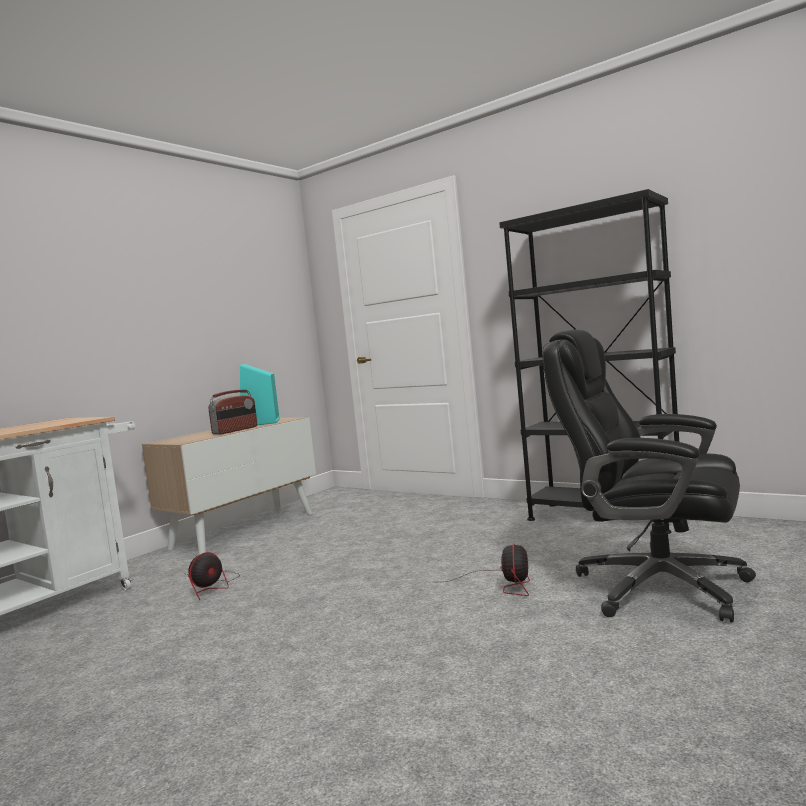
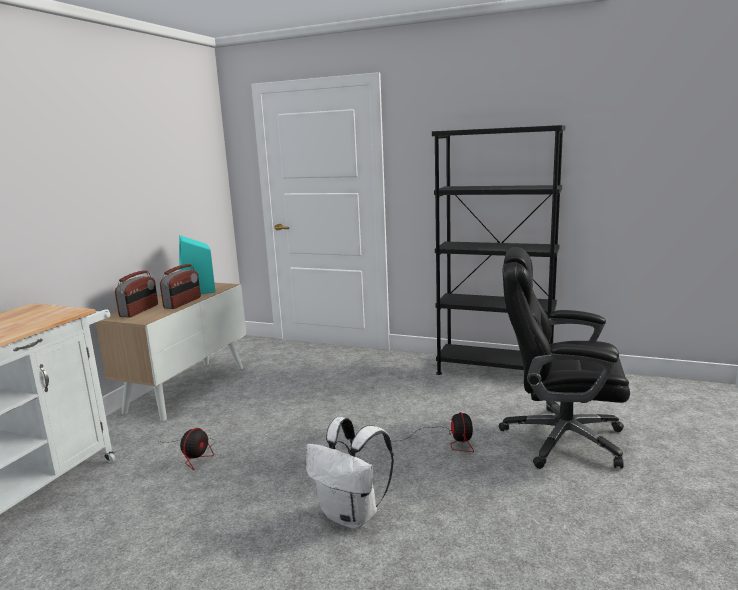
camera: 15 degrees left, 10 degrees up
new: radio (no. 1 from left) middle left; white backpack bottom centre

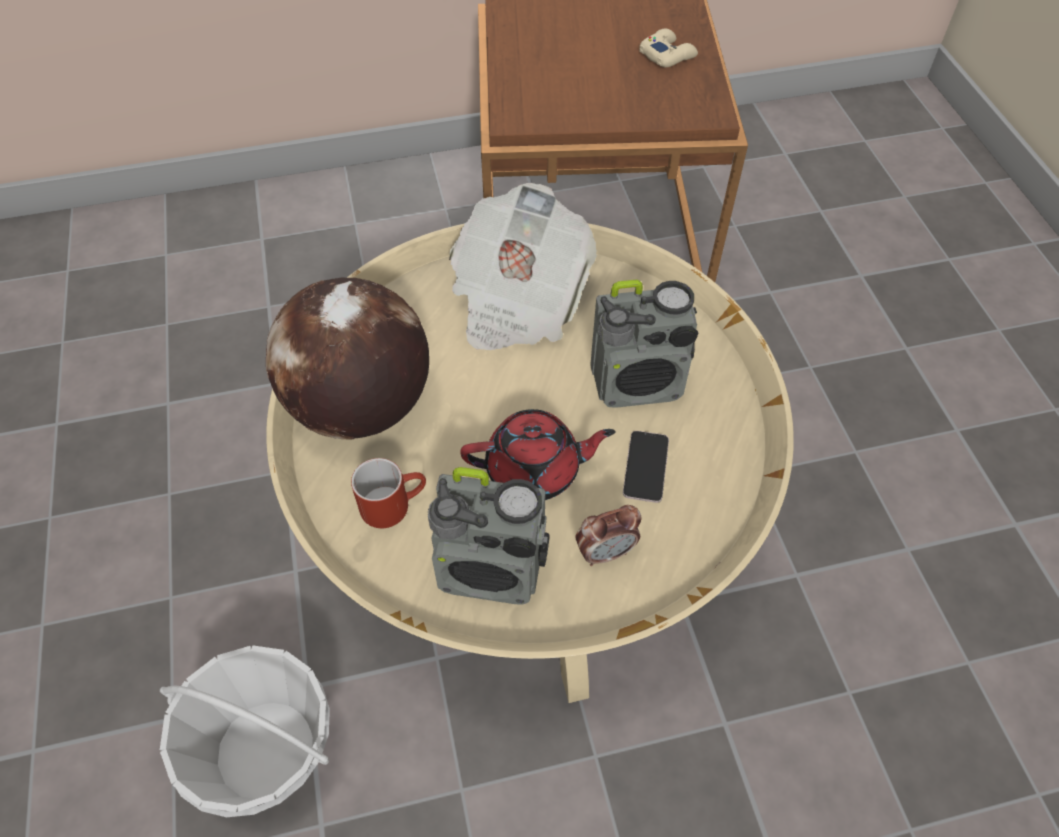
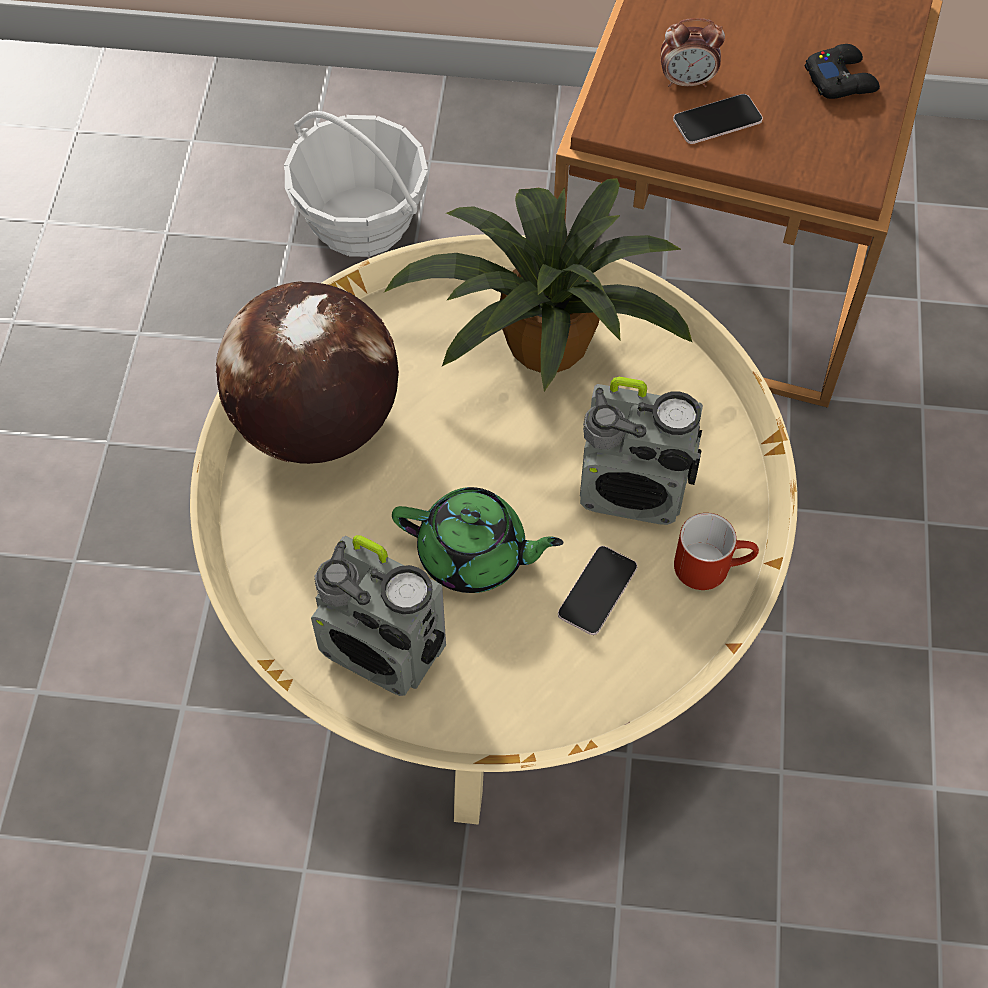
camera: 20 degrees right, 5 degrees up
new: handset (no. 2 from left) top right
shifted: basket bottom left to top centre; red tea mug centre to middle right; alarm clock centre to top right
swapped: newspaper top centre to potted plant top centre
repainted: red pot for tea centre to greenish pot for tea centre; sand-coloured game controller top centre to blackish game controller top right

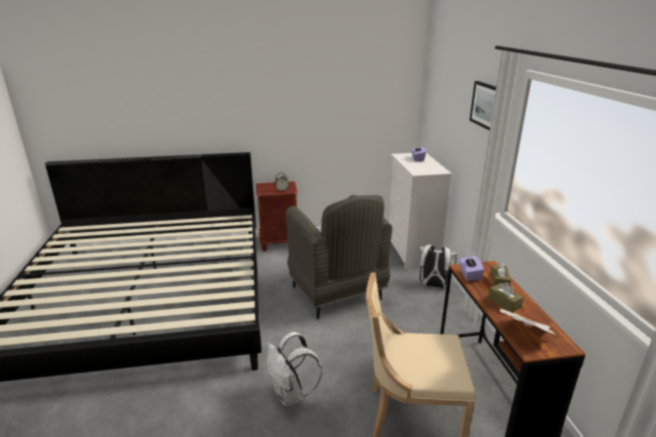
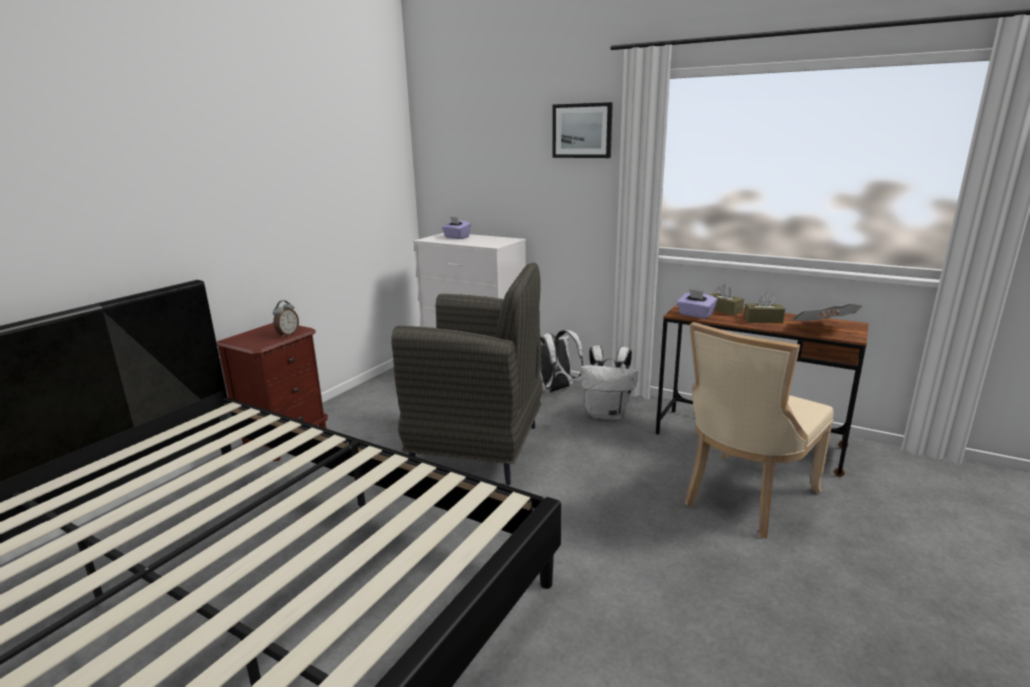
camera: 50 degrees left, 5 degrees down
shifted: white backpack (no. 1 from left in the first image) bottom centre to white backpack (no. 2 from left) centre

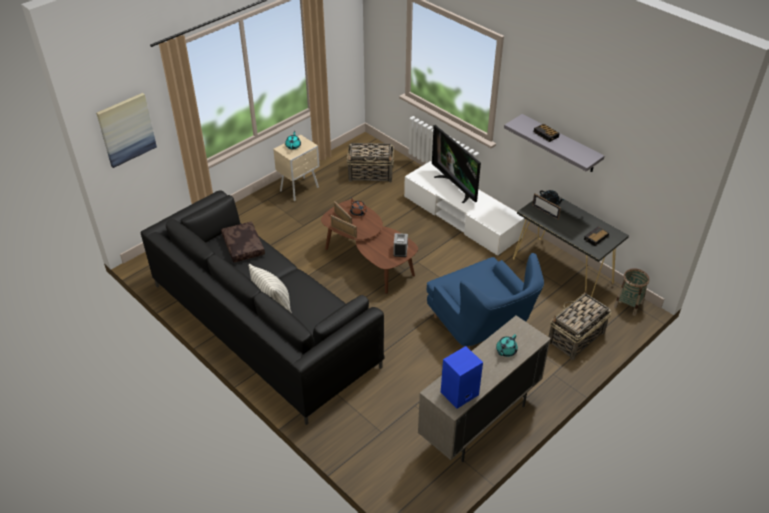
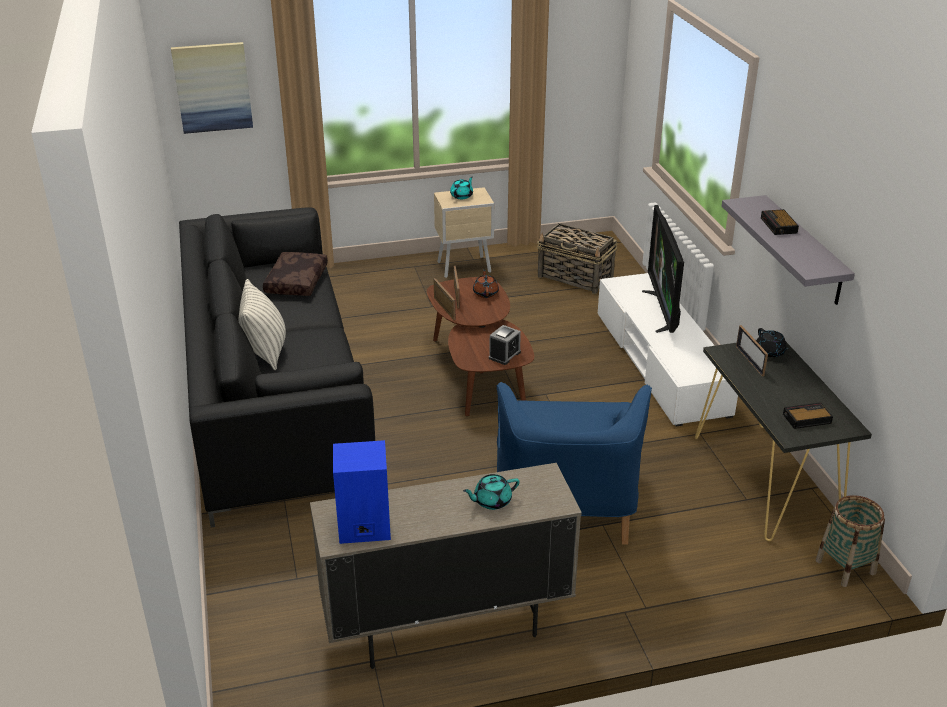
camera: 30 degrees right, 10 degrees down
gone: basket (no. 2 from left) middle right

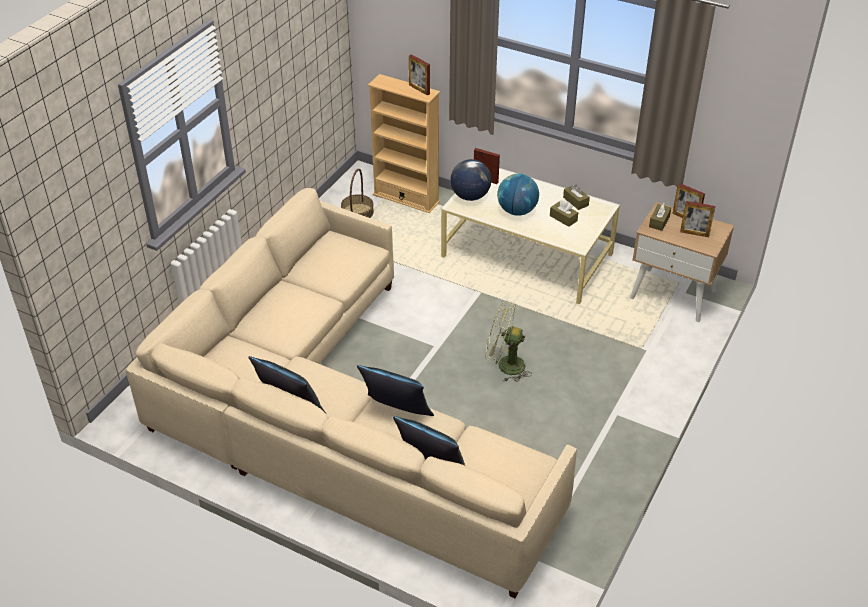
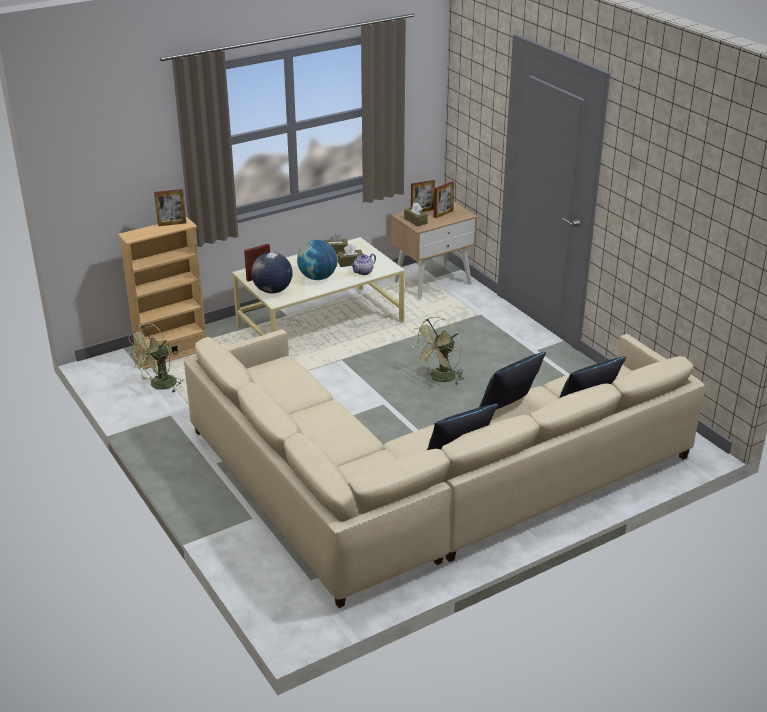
camera: 60 degrees left, 10 degrees down
new: pot for tea centre
swapped: basket top centre to greenish fan (no. 1 from left) middle left

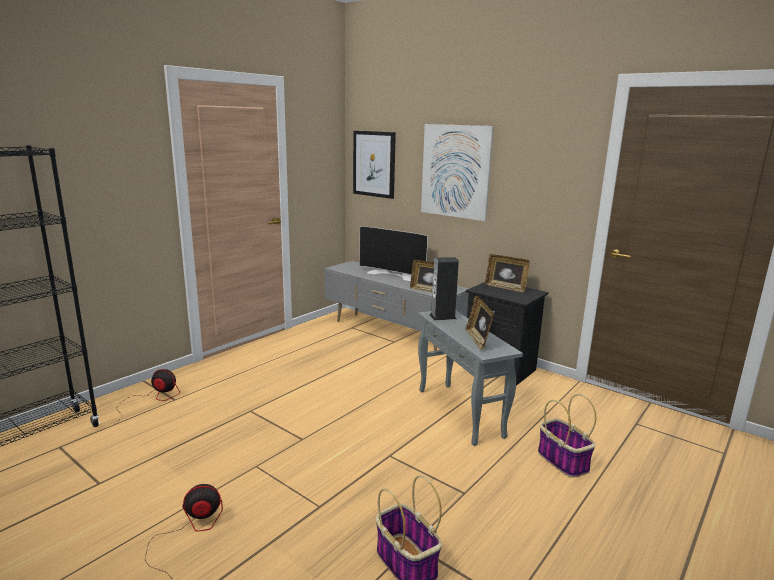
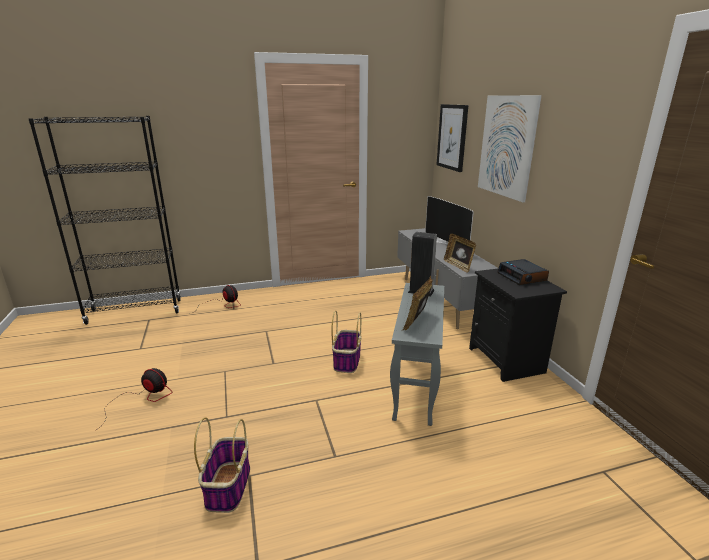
camera: 35 degrees right, 5 degrees up
shifted: basket (no. 2 from left) bottom right to centre
swapped: standing frame (no. 3 from left) centre to alarm clock middle right

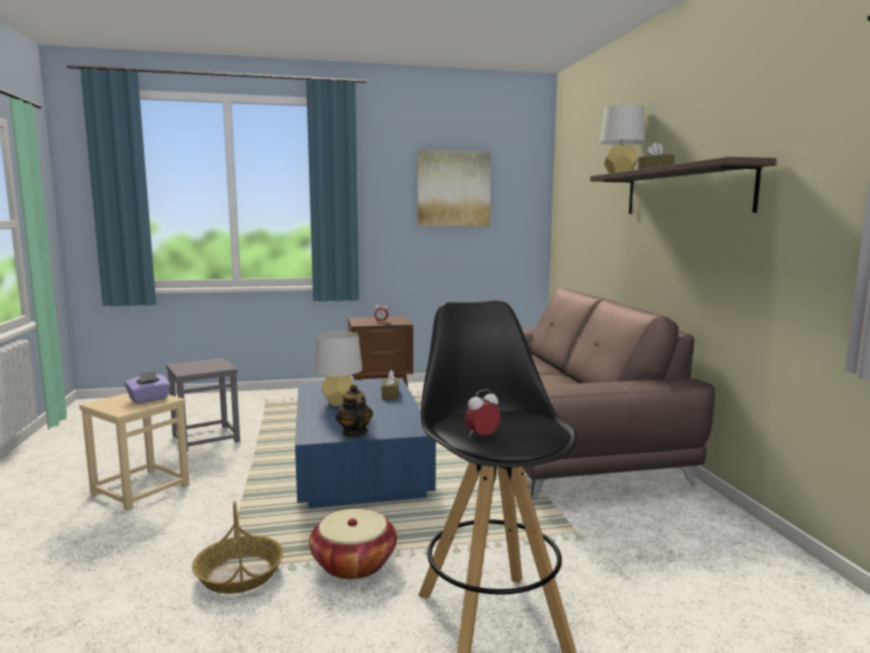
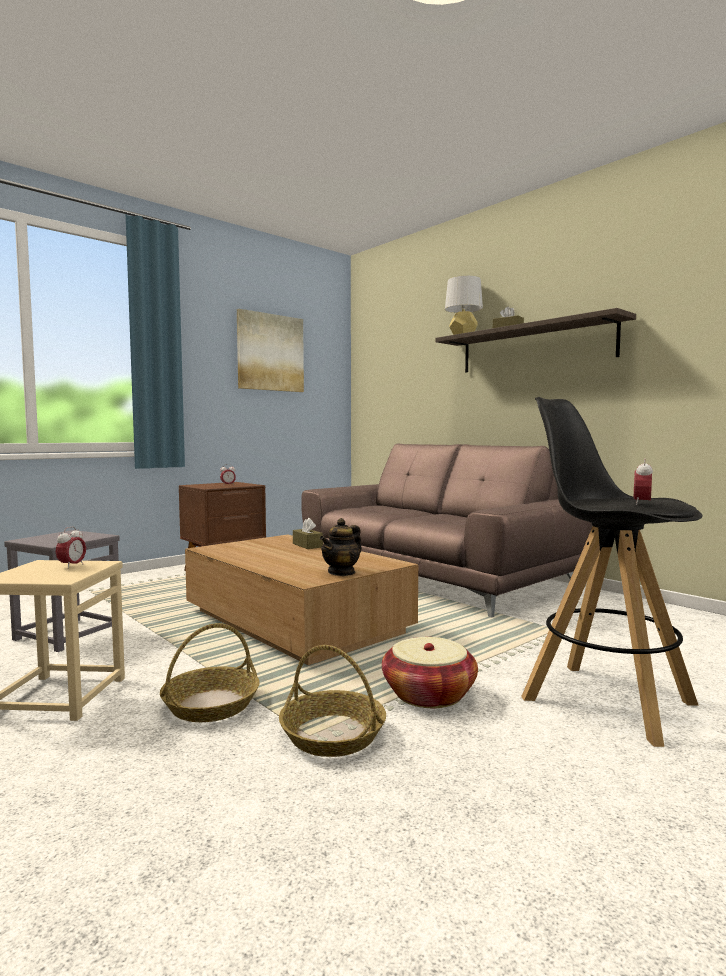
camera: 30 degrees left, 5 degrees down
gone: gray lamp for a table (no. 1 from left) centre
new: basket (no. 1 from left) bottom left
swapped: purple tissue holder middle left to alarm clock (no. 1 from left) middle left
repainted: bluish lounge table bottom centre to brown lounge table centre
rotated: pot for tea centre = centre 90 degrees counterclockwise

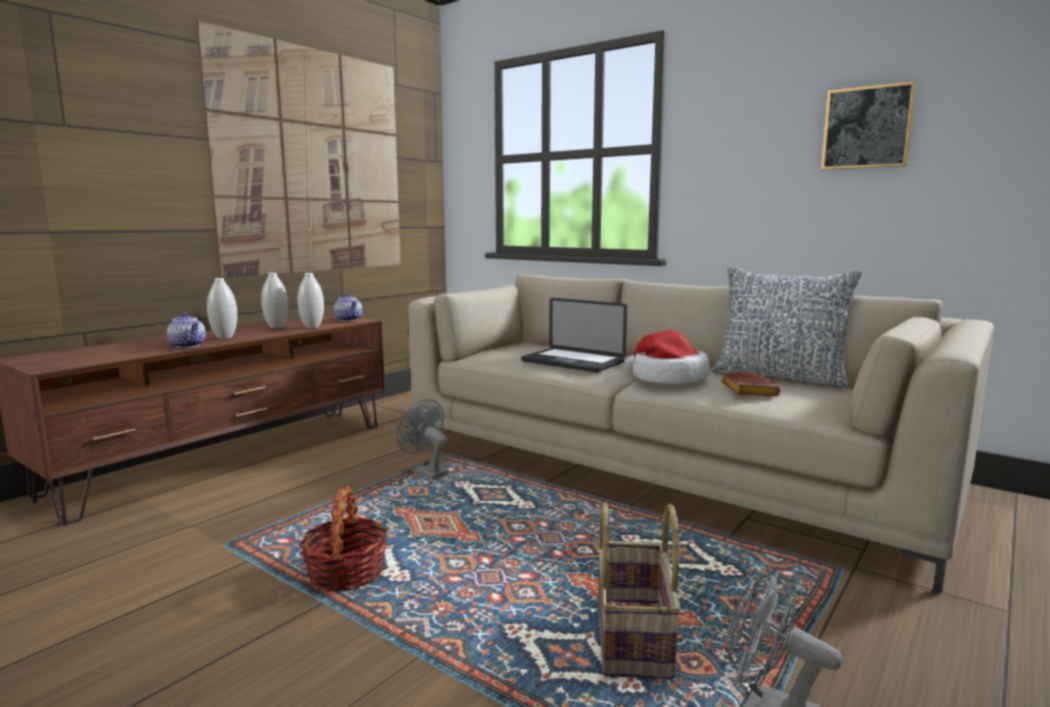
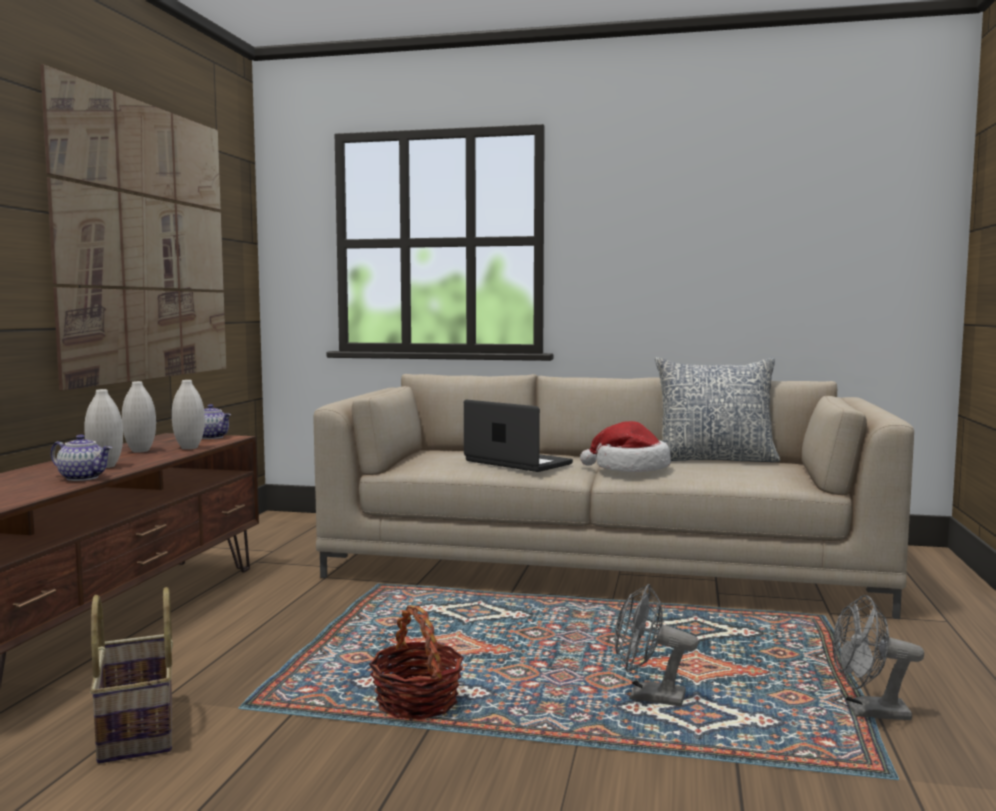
camera: 25 degrees left, 5 degrees down
gone: brown volume middle right; picture (no. 2 from left) top right
shifted: gray fan (no. 1 from left) centre to bottom centre; basket (no. 2 from left in the first image) bottom centre to basket (no. 1 from left) bottom left
rotated: laptop centre = centre 150 degrees counterclockwise

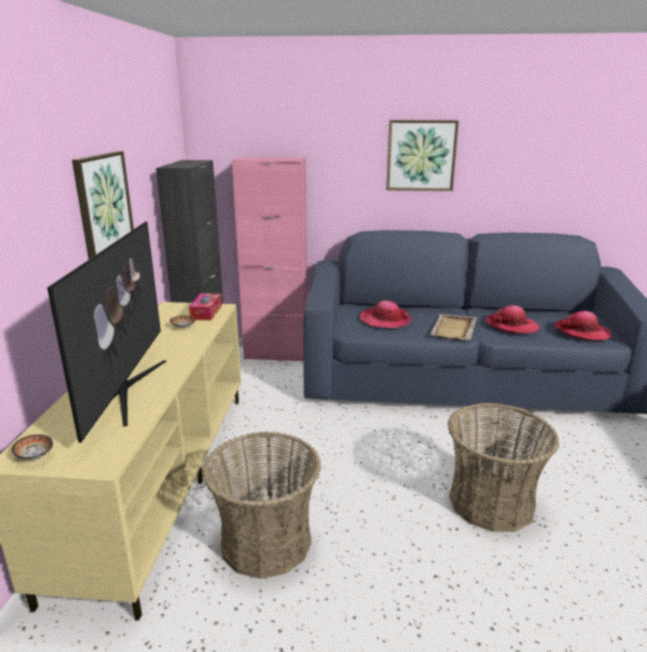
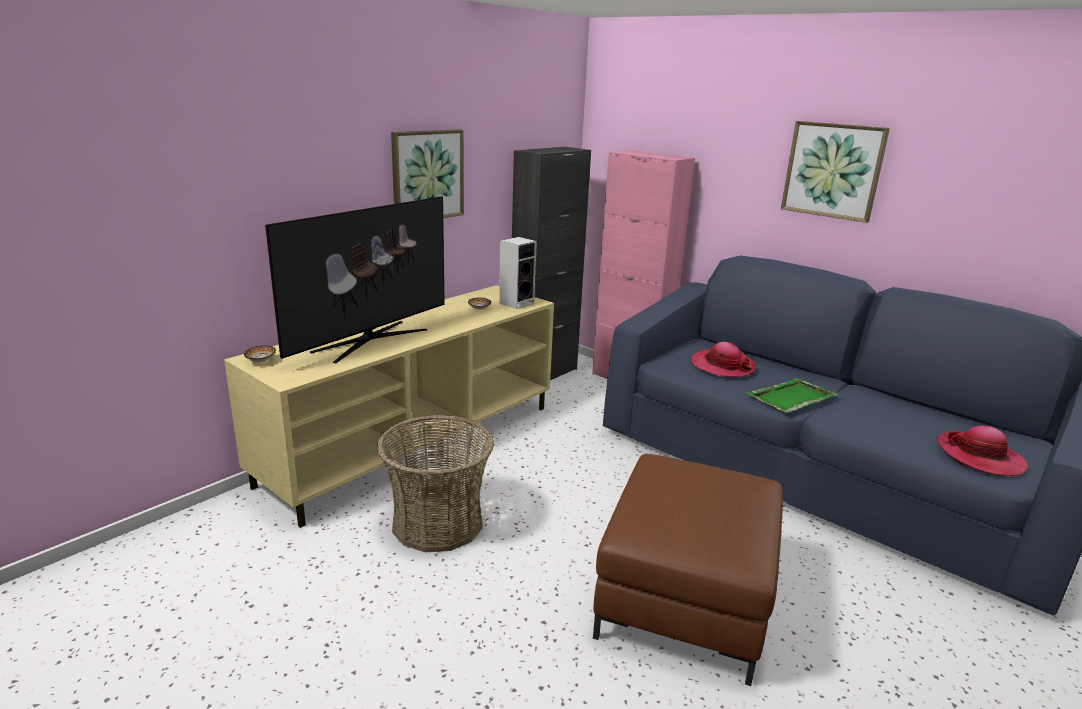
camera: 35 degrees right, 0 degrees up
gone: hat (no. 2 from left) middle right
swapped: tissue holder middle left to speaker centre; basket (no. 2 from left) bottom right to brown pouffe bottom centre
repainted: sand-coloured carrying tray middle right to greenish carrying tray middle right

